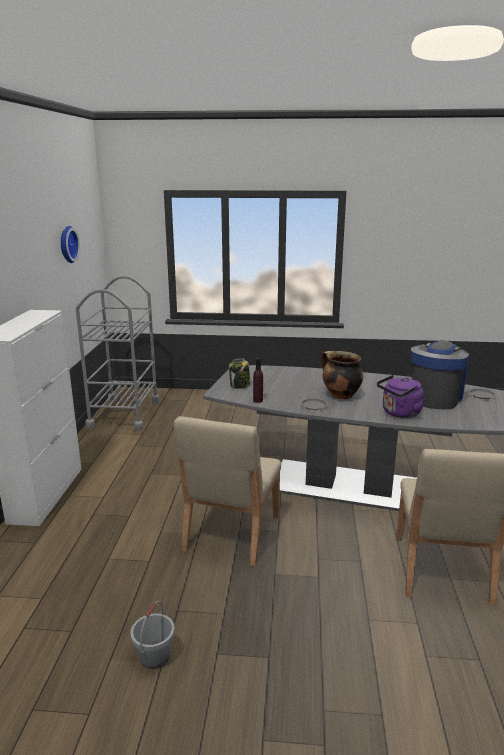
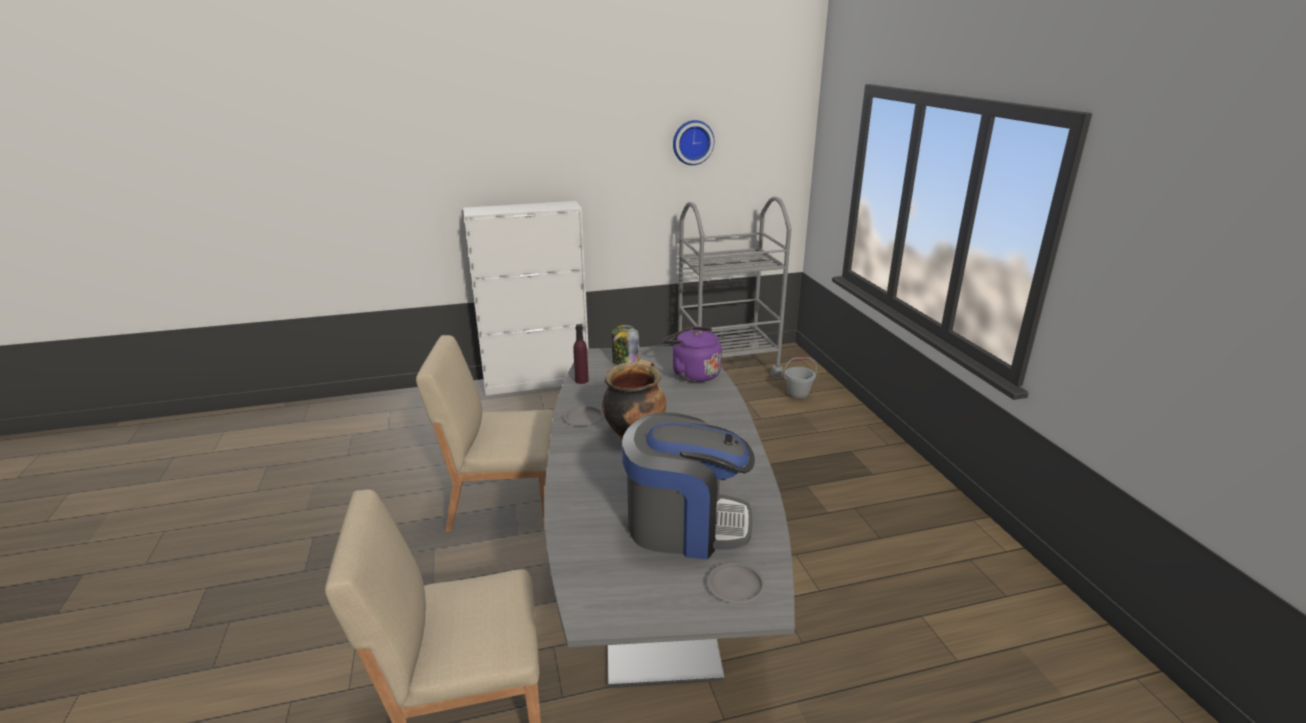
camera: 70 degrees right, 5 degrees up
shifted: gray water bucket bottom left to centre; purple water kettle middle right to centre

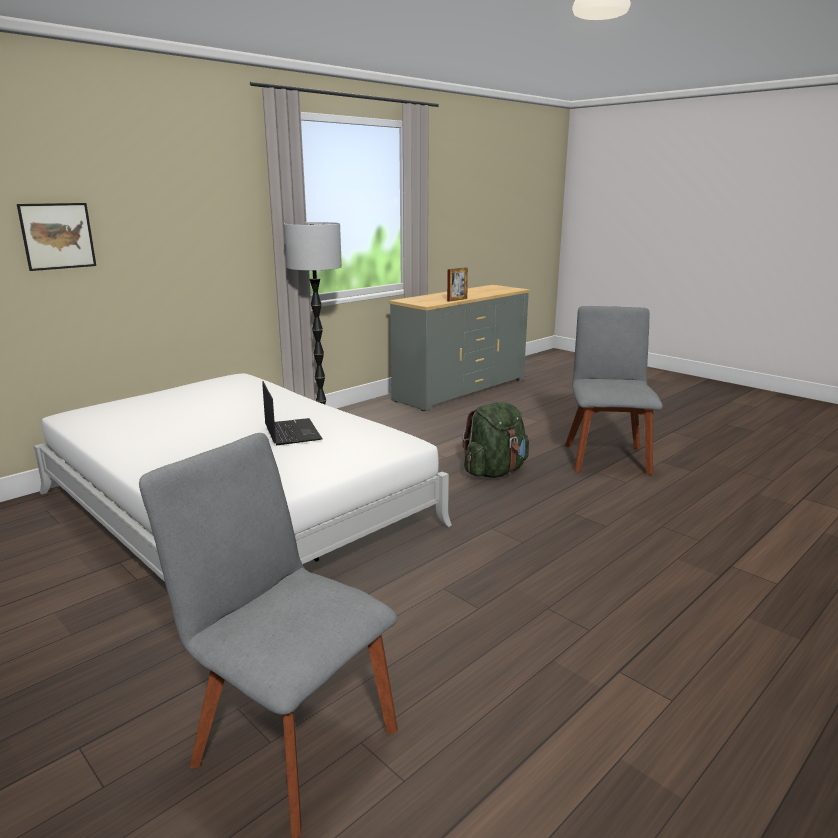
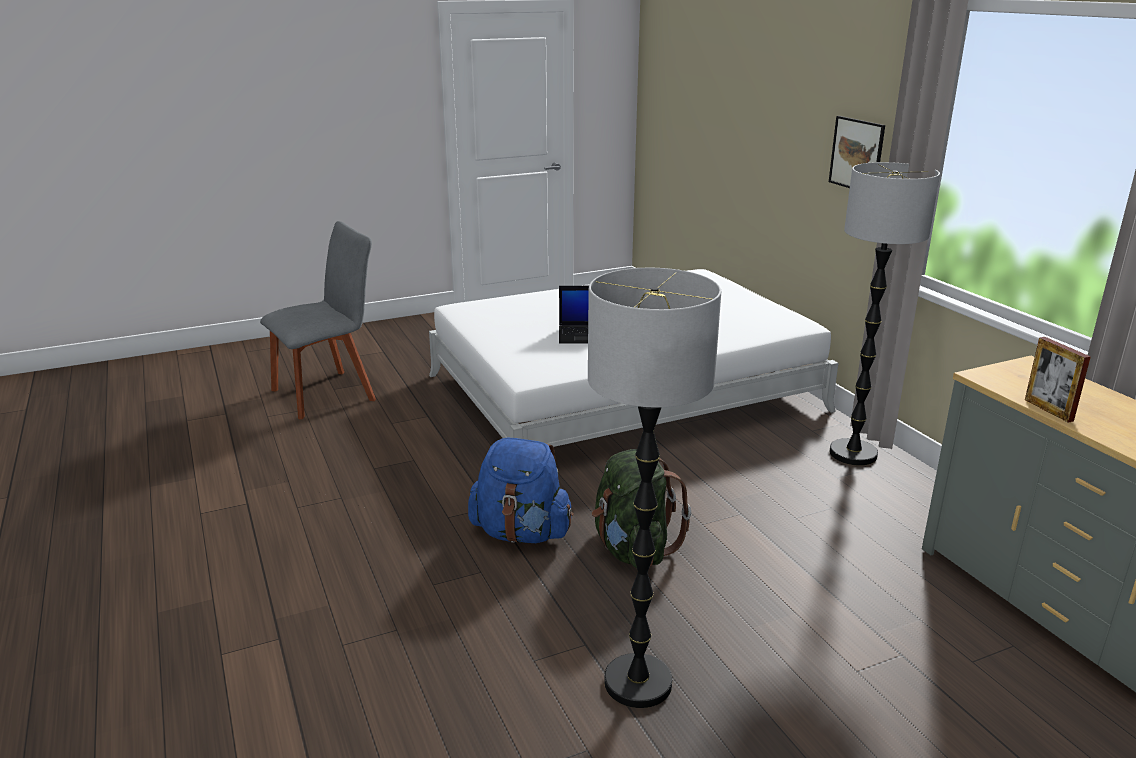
camera: 110 degrees right, 5 degrees up
new: bluish backpack centre
shifted: picture top left to top right
swapped: gray upright chair (no. 2 from left) middle right to floor lamp (no. 1 from left) centre

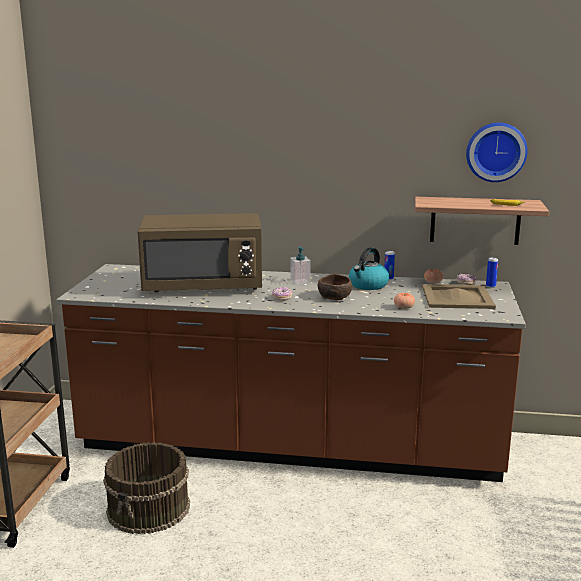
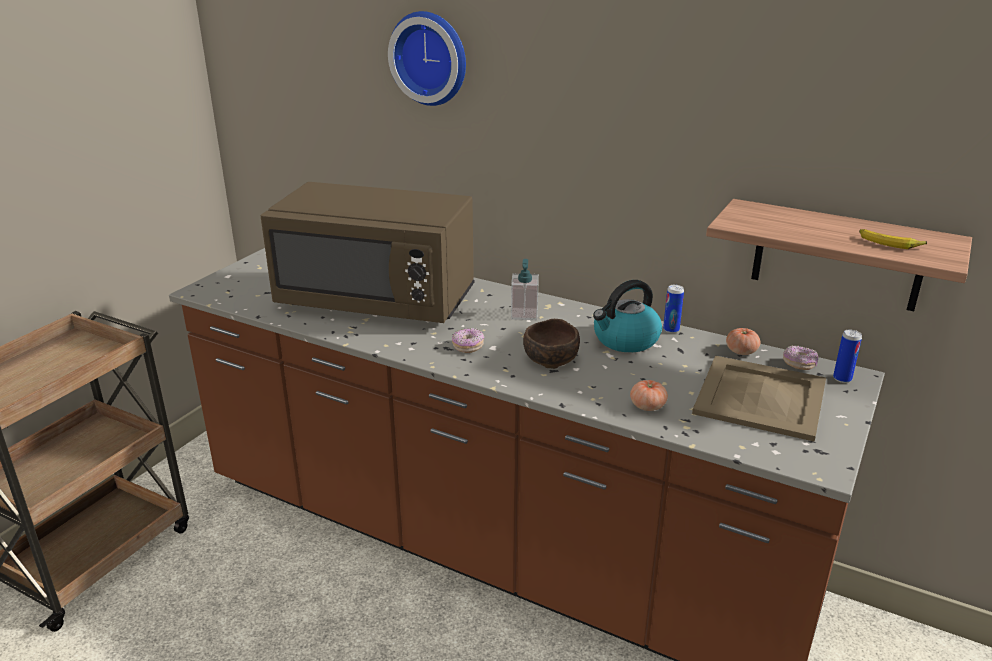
camera: 20 degrees right, 10 degrees up
gone: brown water bucket bottom left
shifted: clock on the wall top right to top centre

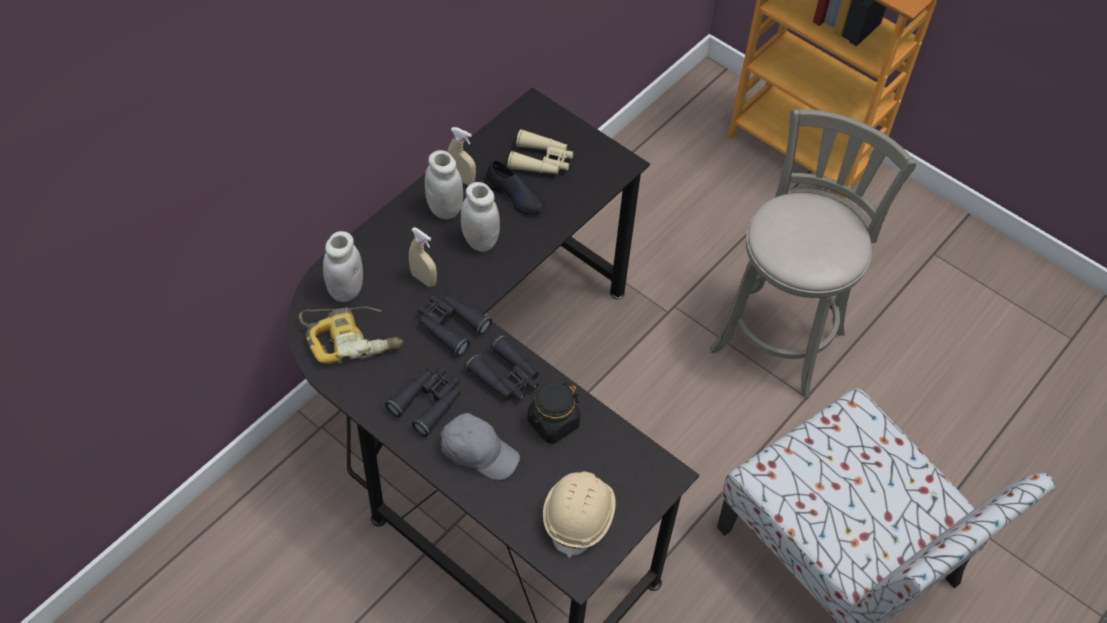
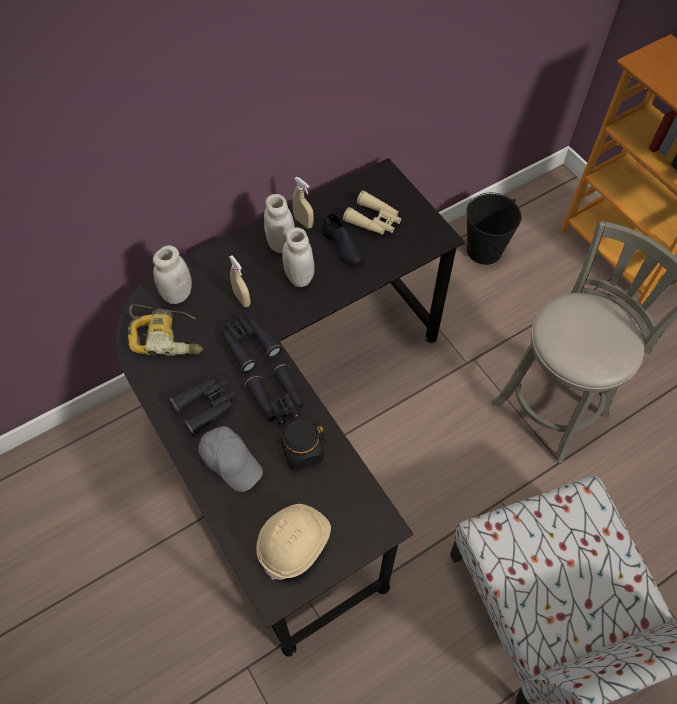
camera: 20 degrees right, 5 degrees up
new: blackish water bucket top right

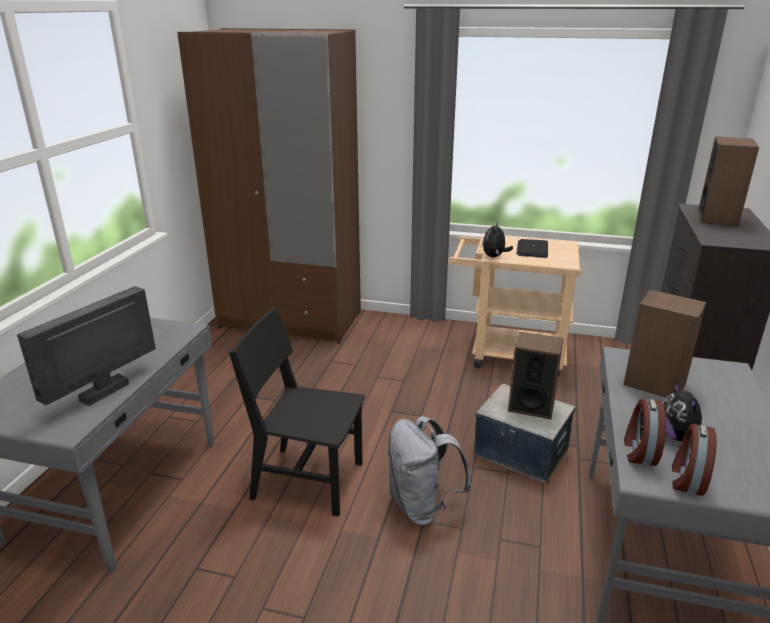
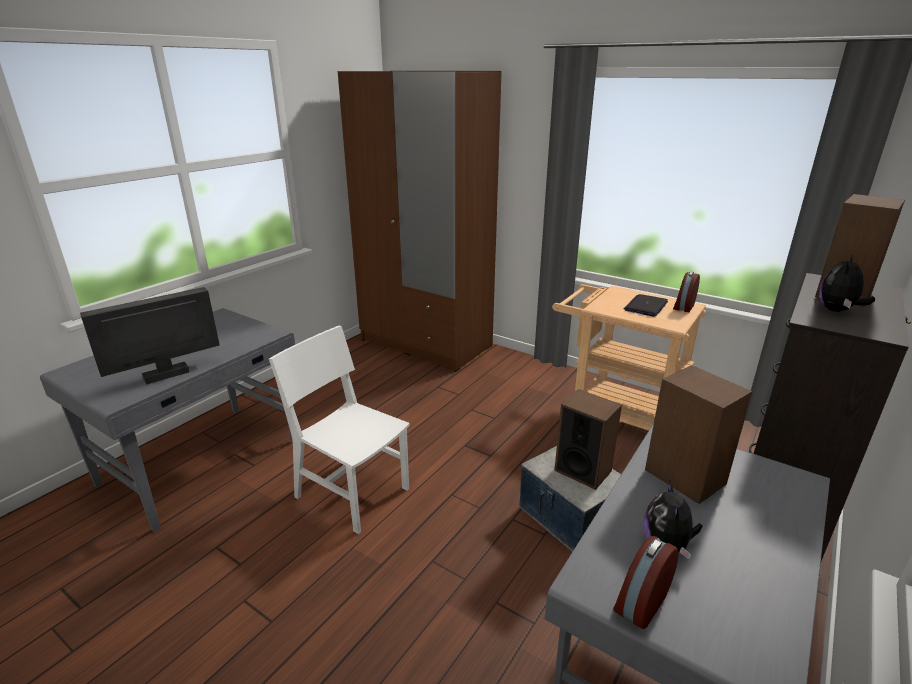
camera: 20 degrees right, 0 degrees up
gone: gray backpack bottom centre
shifted: soft toy (no. 1 from left in the first image) centre to soft toy (no. 2 from left) middle right; alarm clock (no. 1 from left in the first image) bottom right to alarm clock (no. 2 from left) middle right
repainted: blackish upright chair centre to white upright chair centre

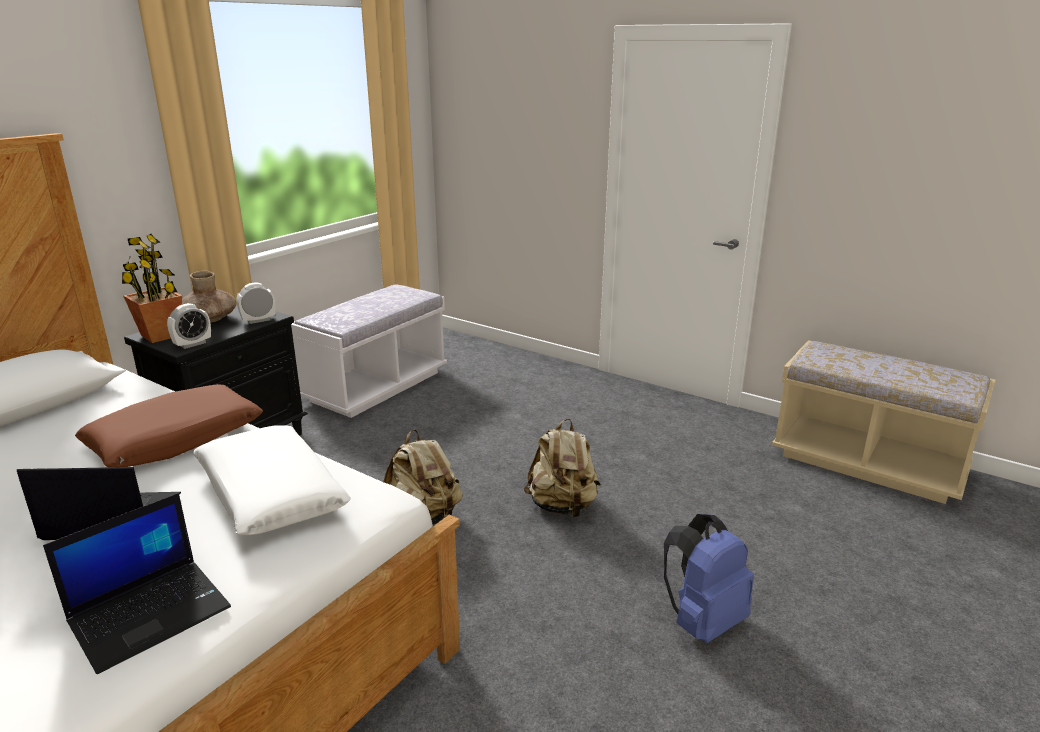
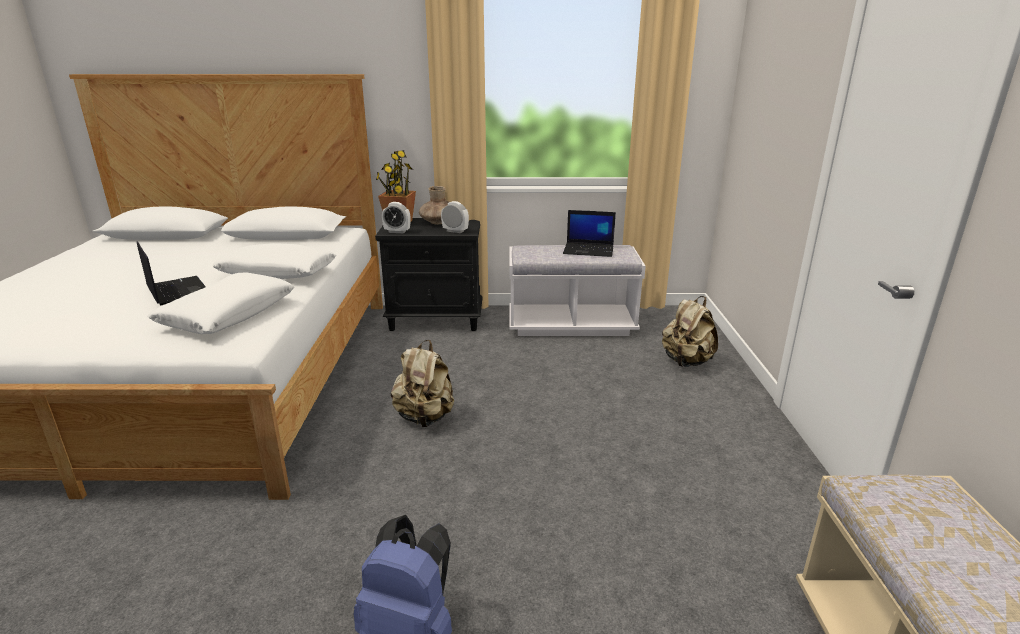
camera: 55 degrees right, 0 degrees up
shifted: laptop (no. 2 from left) bottom left to centre; sand-coloured backpack (no. 2 from left) centre to middle right
repainted: brown pillow middle left to white pillow (no. 2 from left) middle left

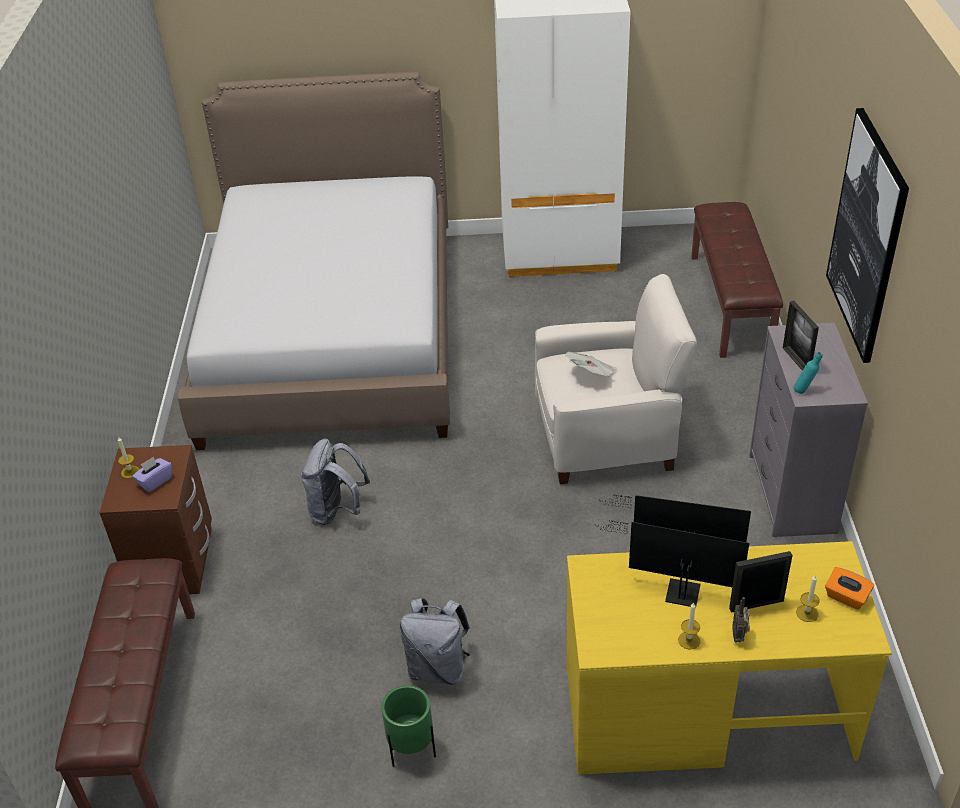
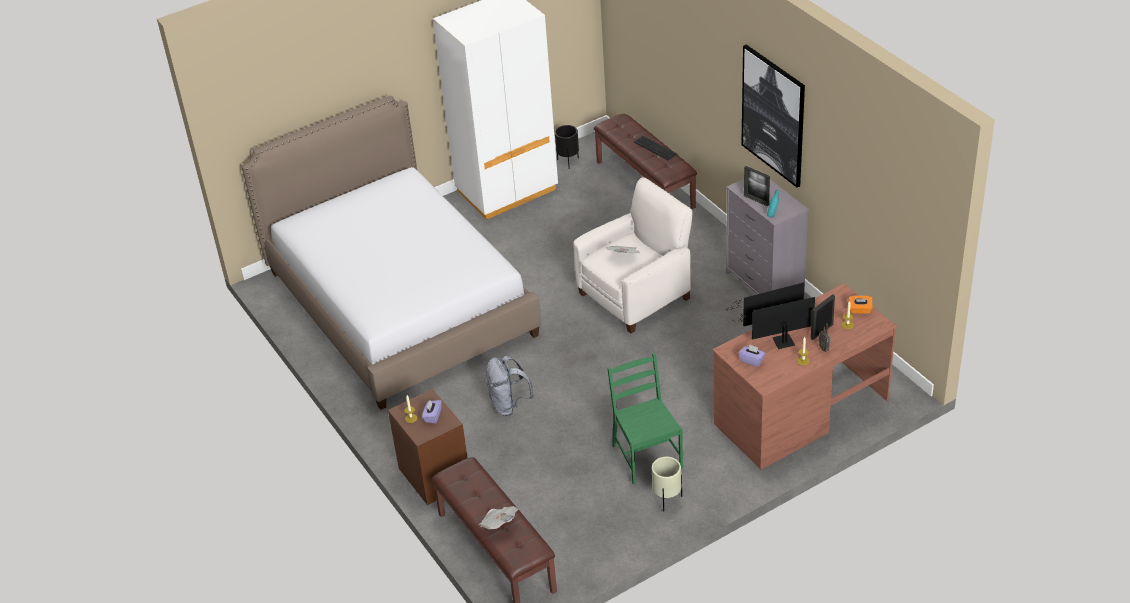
camera: 30 degrees left, 0 degrees up
new: newspaper (no. 1 from left) bottom centre; blackish flower pot top centre; computer keyboard top centre; purple tissue holder (no. 2 from left) centre
swapped: gray backpack (no. 2 from left) bottom centre to greenish upright chair bottom centre
repainted: greenish flower pot bottom centre to sand-coloured flower pot bottom centre; yellow-coloured desk table bottom right to brown desk table middle right

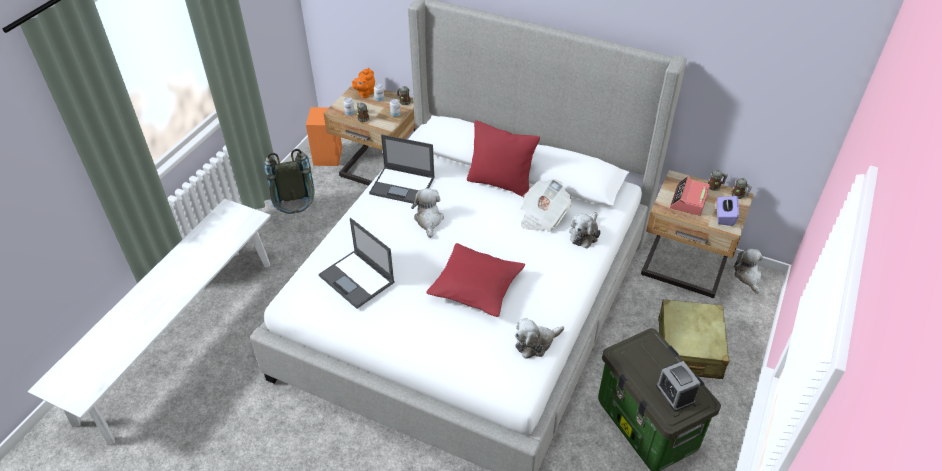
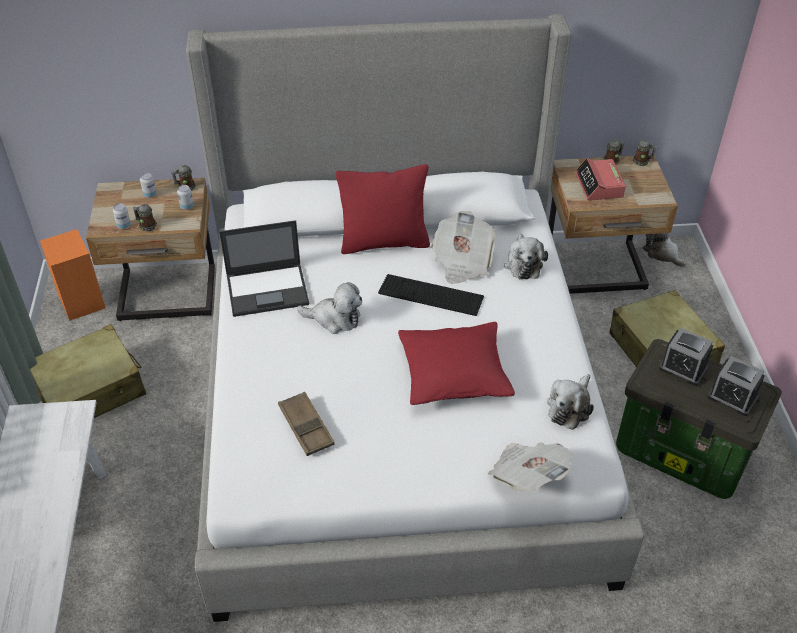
camera: 30 degrees left, 0 degrees up
gone: orange-coloured pot for tea top centre; purple tissue holder middle right
new: computer keyboard centre; newspaper (no. 2 from left) bottom centre; alarm clock (no. 2 from left) middle right
swapped: gray backpack middle left to sand-coloured piece of luggage (no. 1 from left) middle left; laptop (no. 1 from left) centre to brown carrying tray bottom centre
rotated: soft toy (no. 1 from left) centre = centre 135 degrees clockwise

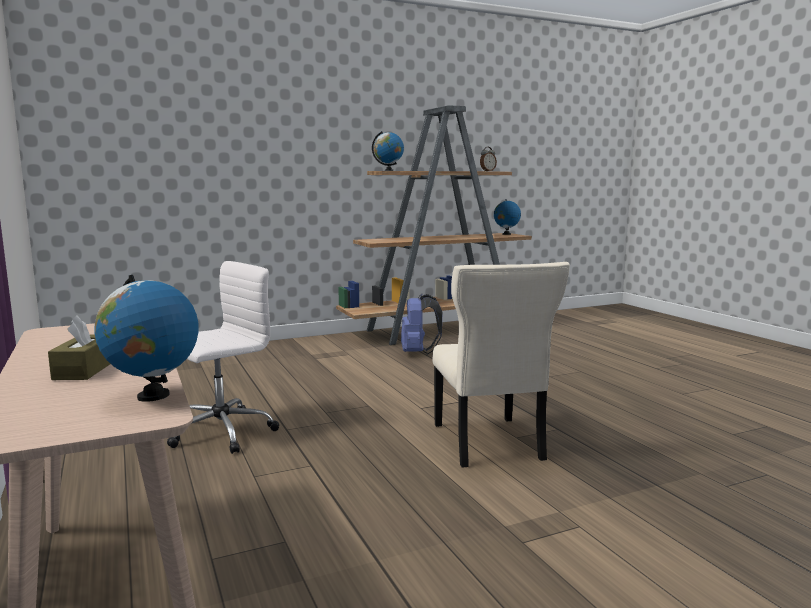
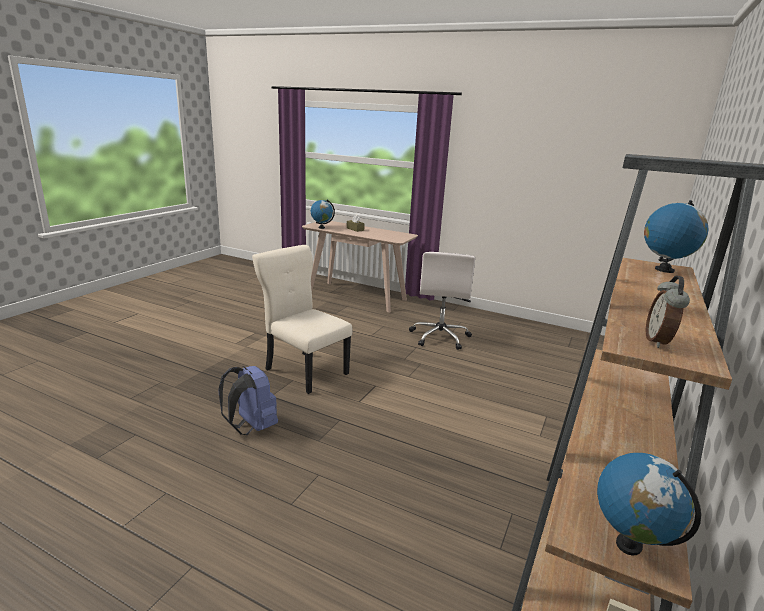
camera: 140 degrees right, 10 degrees up
shifted: bluish backpack centre to middle left

